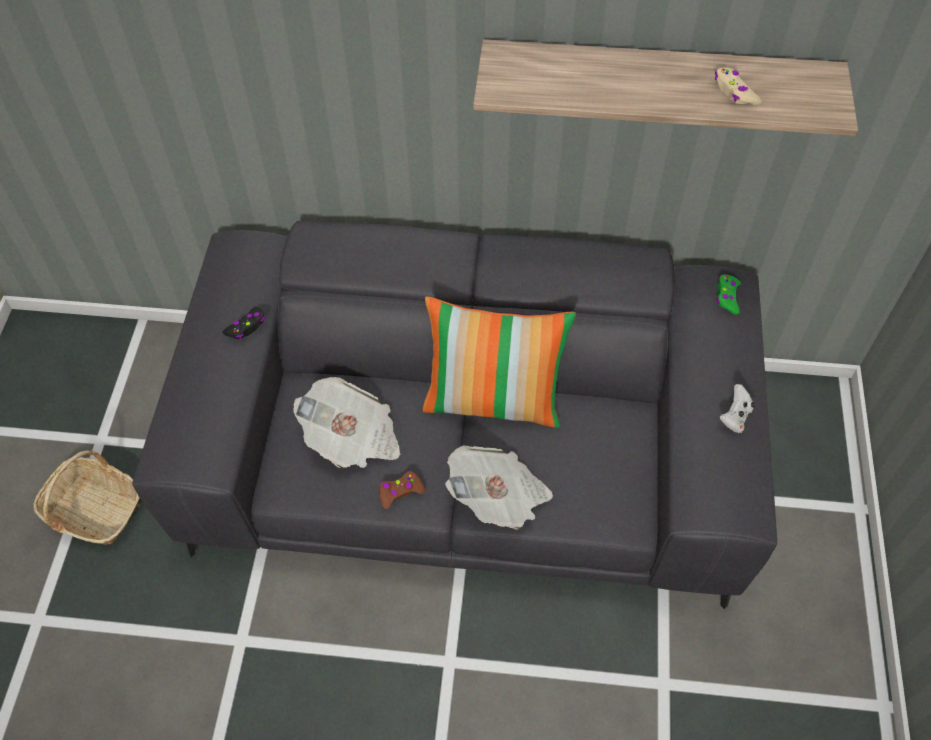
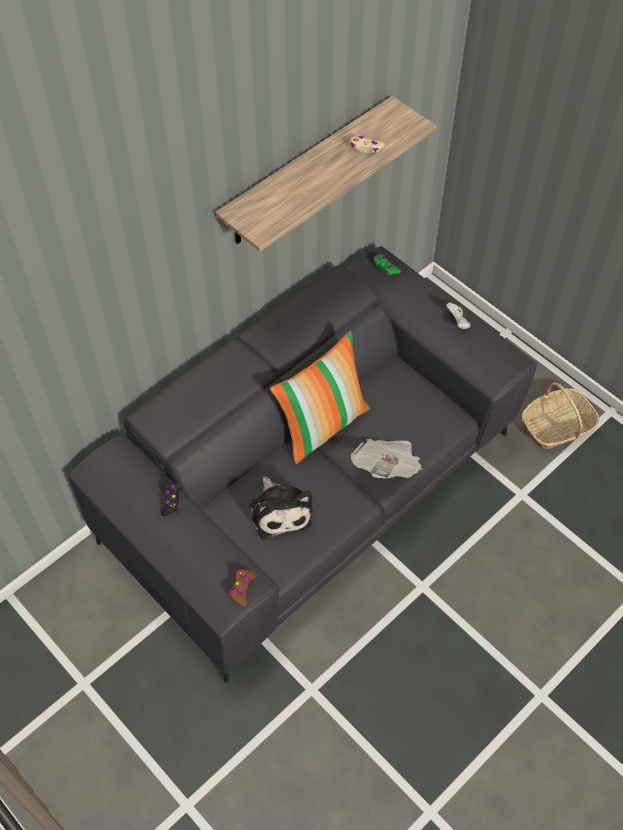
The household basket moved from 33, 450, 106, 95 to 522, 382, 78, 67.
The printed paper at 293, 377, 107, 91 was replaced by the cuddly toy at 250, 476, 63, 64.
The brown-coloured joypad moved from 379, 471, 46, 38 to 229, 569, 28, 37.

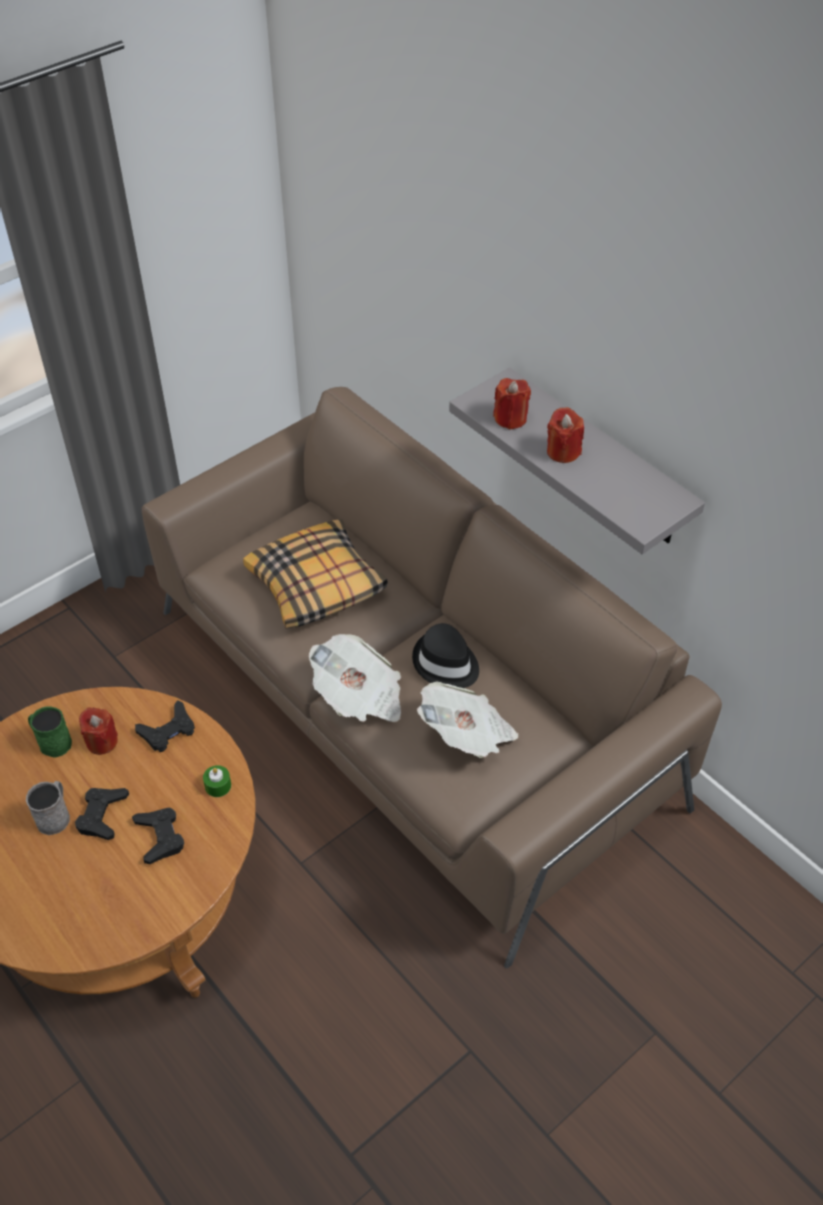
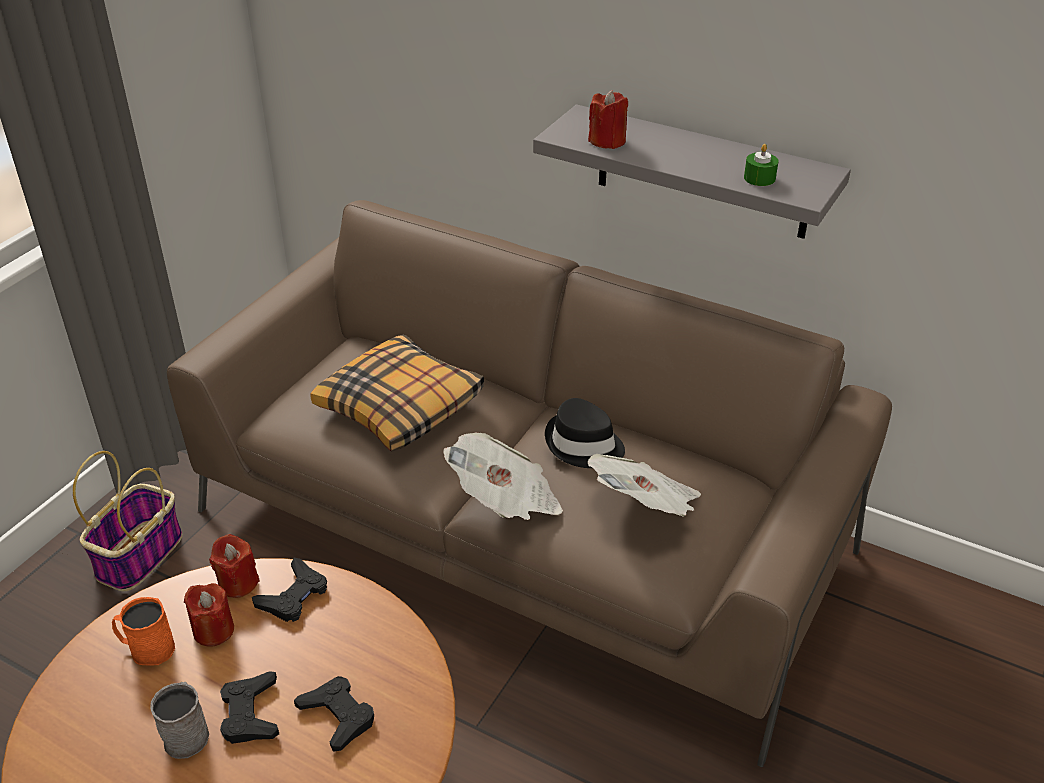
The green mug at 28, 706, 44, 52 became the orange-coloured mug at 112, 597, 63, 68.
The green wax light moved from 203, 765, 28, 32 to 744, 144, 35, 42.
The red wax light moved from 547, 407, 37, 56 to 209, 534, 51, 64.
The household basket at 73, 451, 110, 140 appeared.

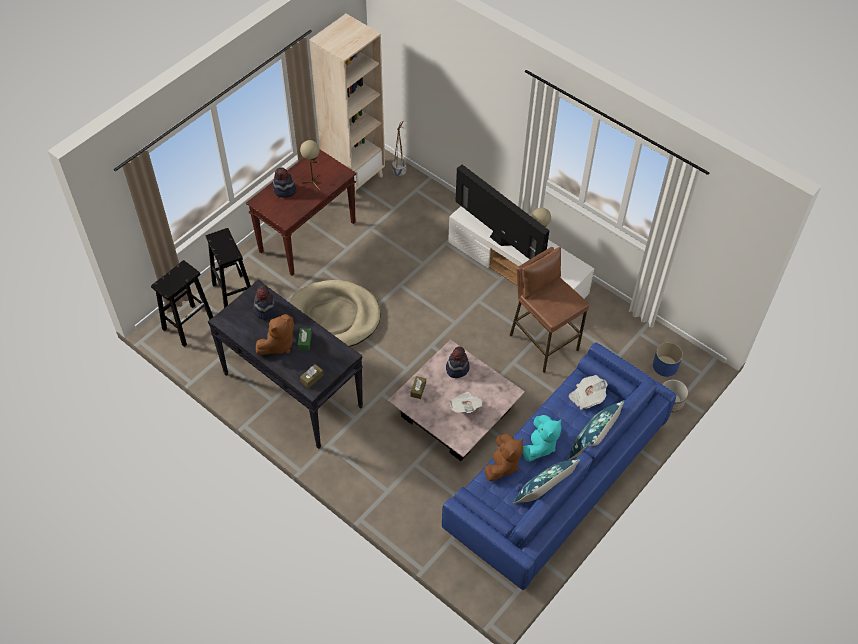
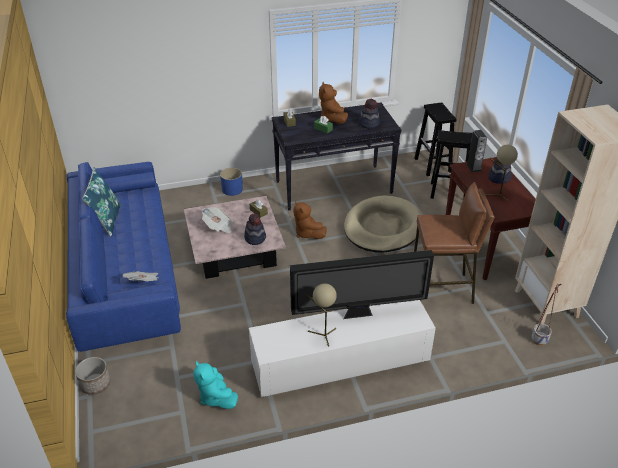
The brown-coloured cuddly toy moved from 484, 434, 39, 47 to 293, 202, 34, 37.
The brown-coloured stool seat moved from 510, 247, 80, 126 to 414, 182, 80, 122.
The blue-green cuddly toy moved from 522, 415, 40, 46 to 193, 361, 45, 48.
The blue-coloured pillow at 568, 400, 56, 60 disappeared.
The blue-coloured planter moved from 653, 342, 30, 35 to 220, 168, 23, 28.
The speaker at 466, 130, 21, 43 appeared.

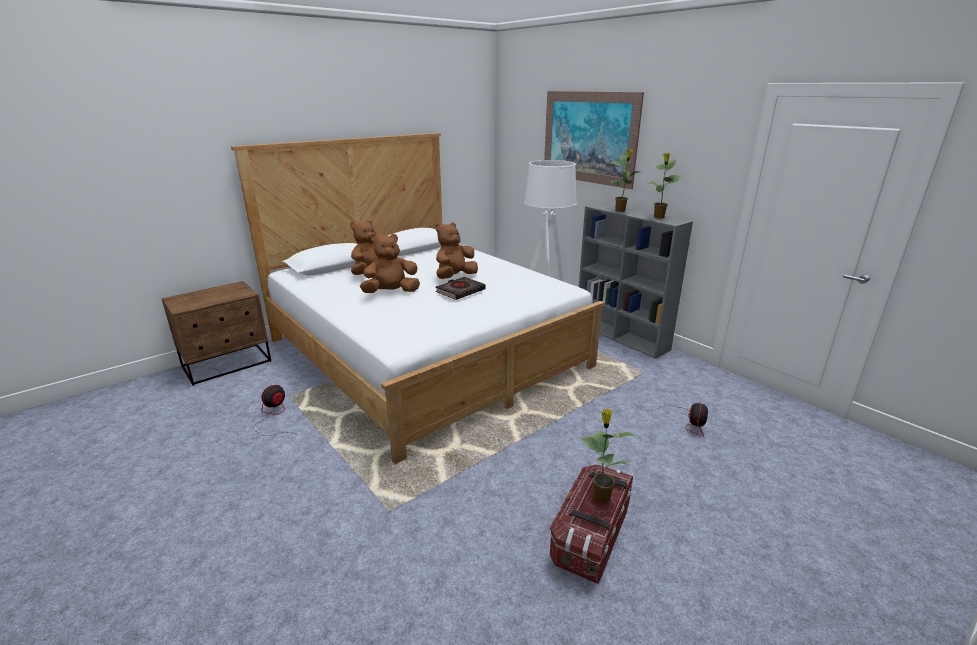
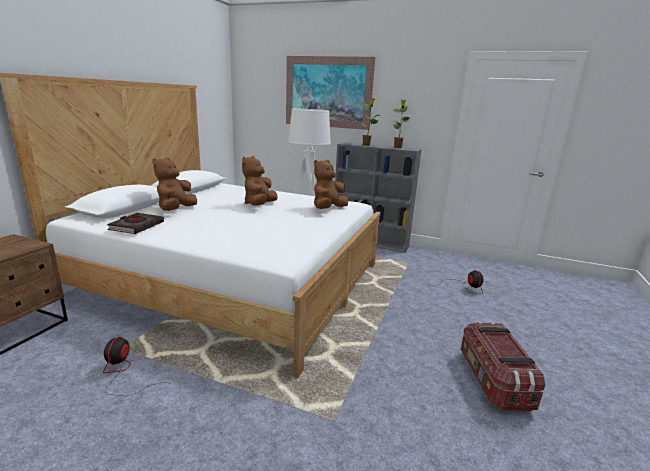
The brown-coloured cuddly toy moved from 360, 234, 60, 59 to 314, 160, 34, 49.
The black-coloured book moved from 436, 277, 49, 23 to 107, 213, 57, 21.
The plant in a pot at 579, 409, 60, 94 disappeared.

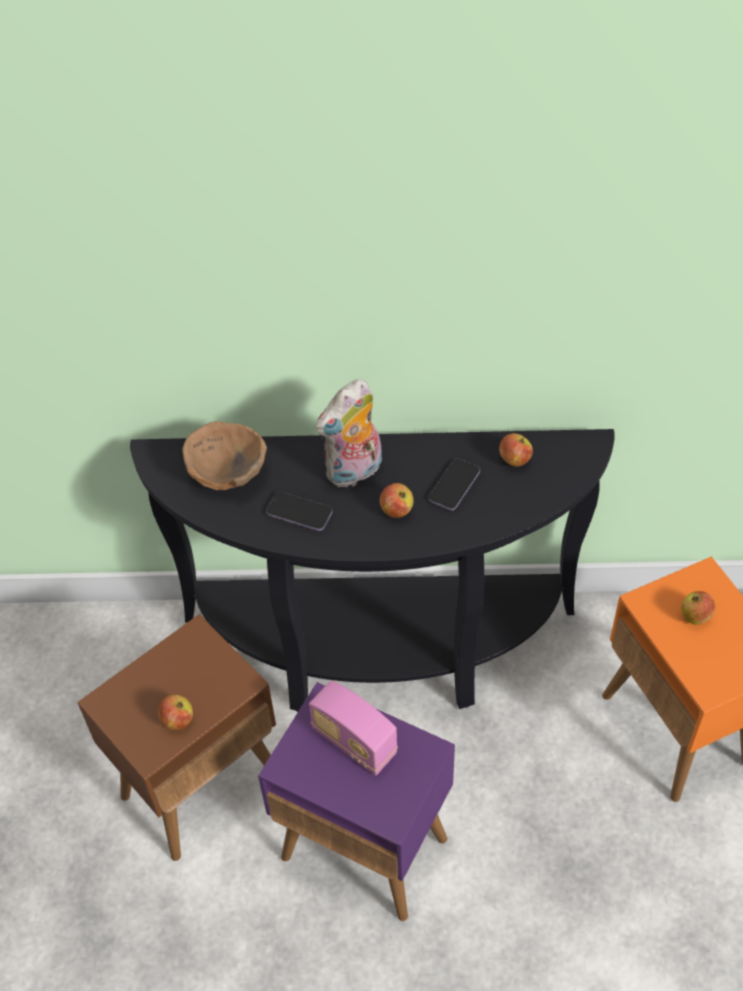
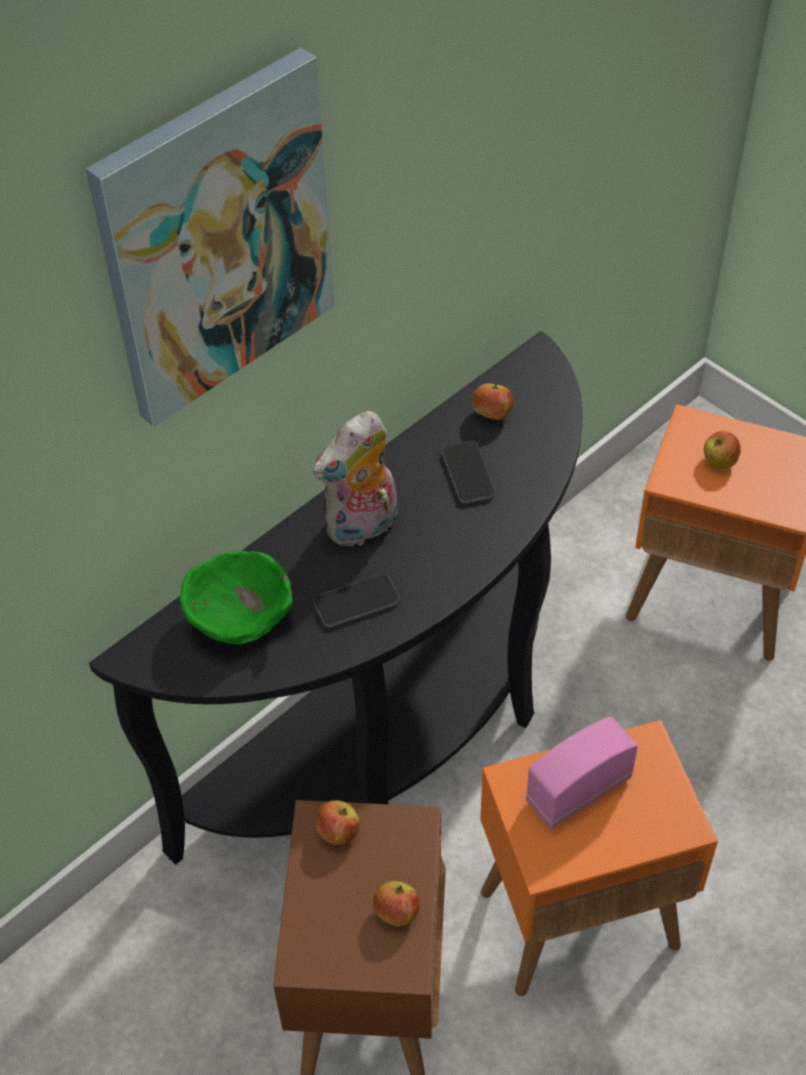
The brown-coloured bowl at 182, 421, 85, 69 became the green bowl at 179, 551, 114, 94.
The purplish accent table at 258, 682, 197, 239 became the orange-coloured accent table at 480, 720, 238, 276.
The radio receiver at 309, 681, 89, 94 turned 150 degrees clockwise.
The cuddly toy at 316, 379, 66, 108 turned 45 degrees clockwise.
The apple fruit moved from 380, 483, 34, 35 to 316, 800, 44, 45.
The wall art at 86, 47, 249, 380 appeared.

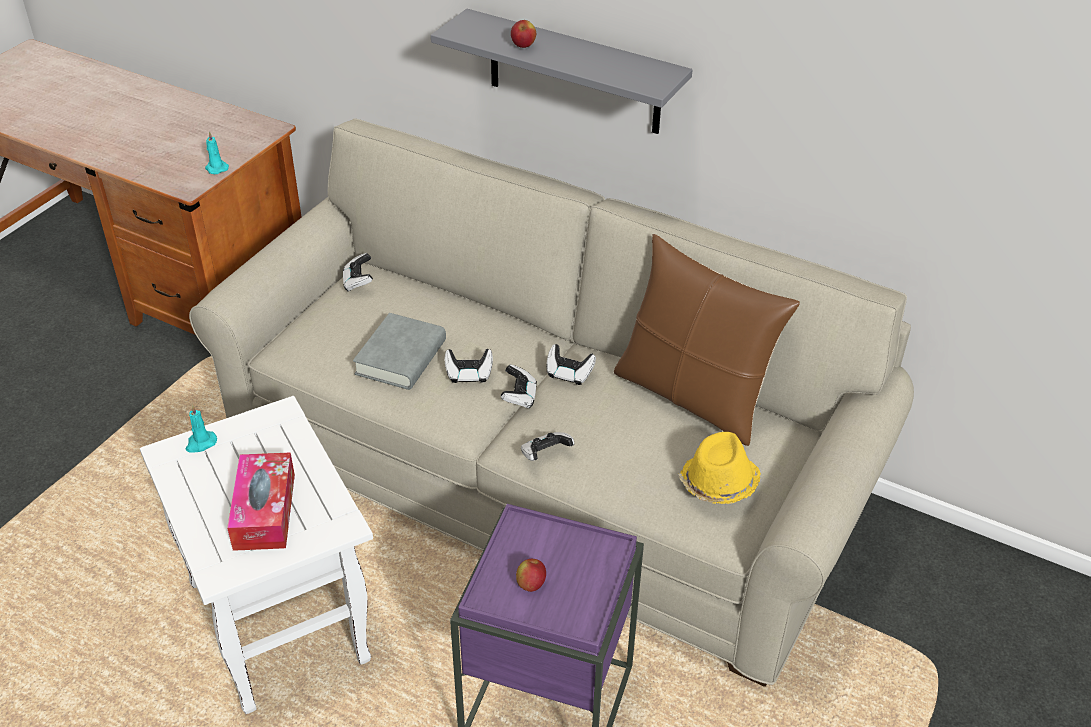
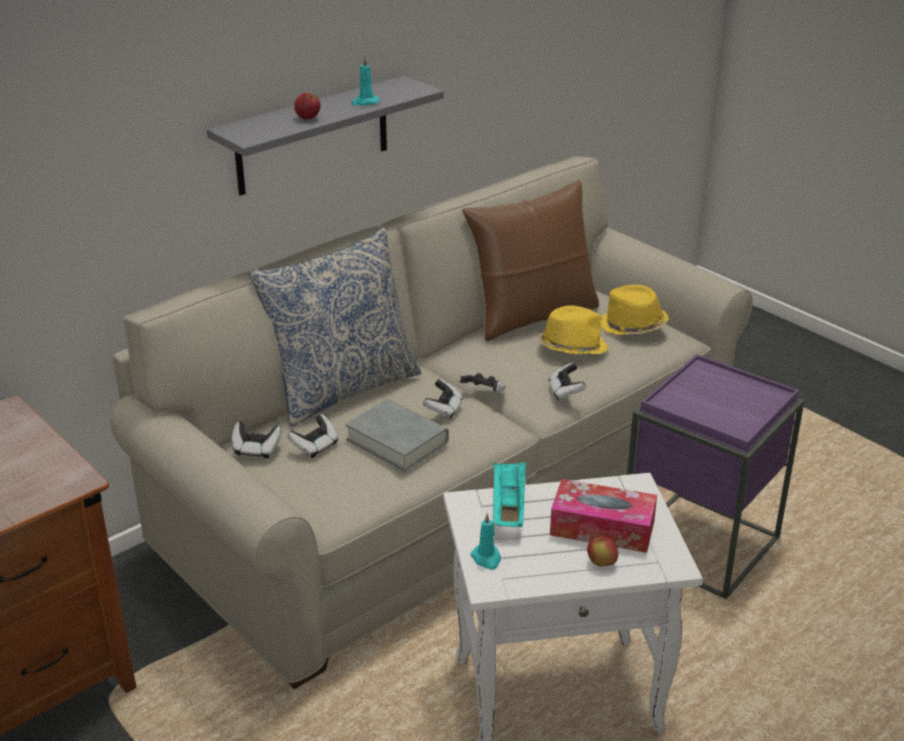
The blue-green wax light moved from 205, 131, 24, 43 to 351, 56, 29, 49.
The apple fruit moved from 516, 559, 30, 33 to 587, 536, 32, 31.
The joypad moved from 547, 344, 49, 41 to 287, 414, 51, 44.
The pillow at 249, 227, 172, 200 appeared.
The blue-green carrying tray at 493, 461, 33, 66 appeared.
The yellow wearable hat at 538, 306, 70, 48 appeared.

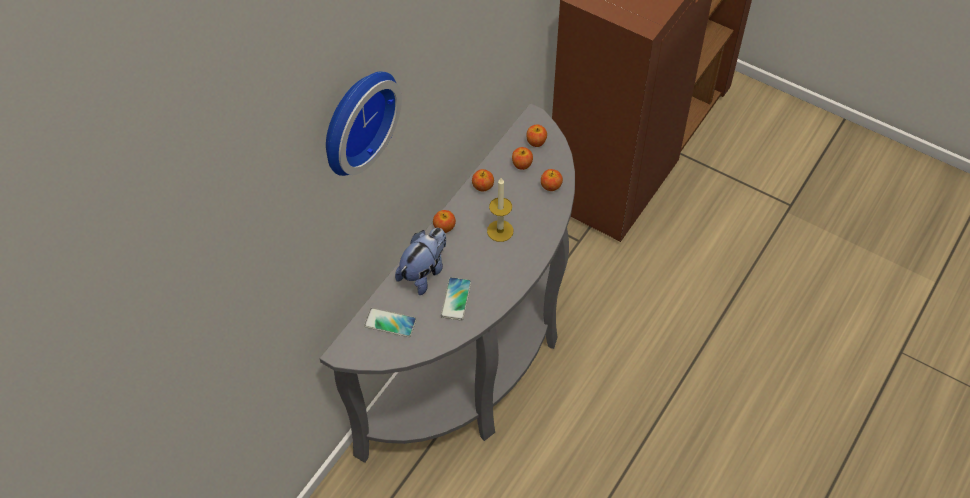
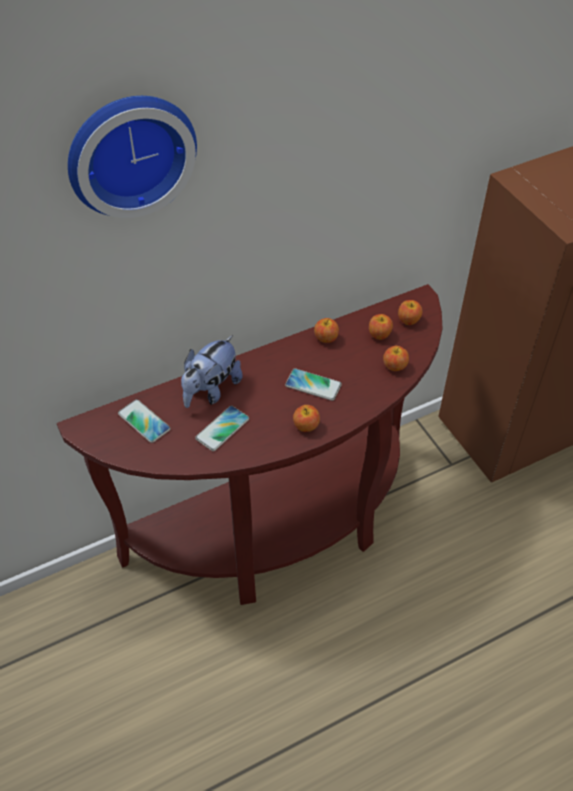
The gray hall table at 320, 103, 255, 360 became the brown-coloured hall table at 57, 284, 386, 321.
The cuddly toy at 395, 228, 51, 67 turned 150 degrees clockwise.
The apple fruit moved from 433, 210, 23, 23 to 293, 405, 27, 27.
The wax light at 487, 178, 26, 64 was replaced by the telephone at 285, 368, 57, 33.

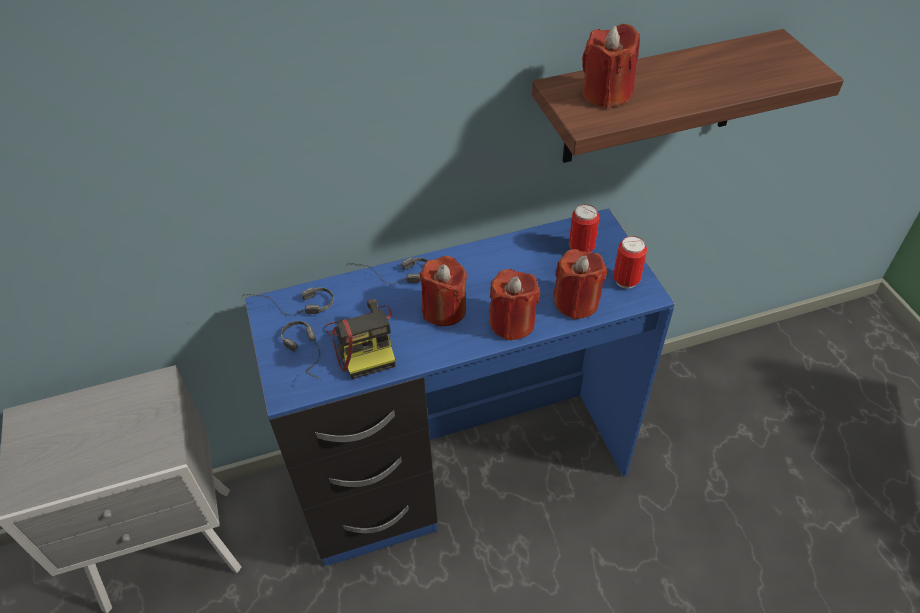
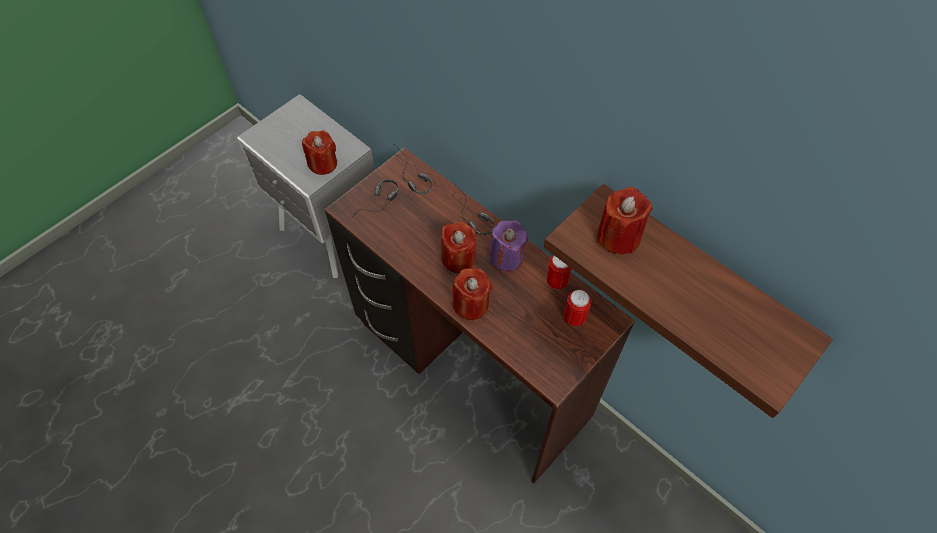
The blue-coloured desk at 245, 208, 430, 358 became the brown-coloured desk at 325, 148, 310, 335.
The photo camera at 325, 299, 70, 80 disappeared.
The red wax light moved from 553, 249, 54, 70 to 302, 130, 35, 45.
The sealed can moved from 613, 236, 34, 53 to 547, 255, 25, 34.
The purplish wax light at 489, 220, 39, 51 appeared.

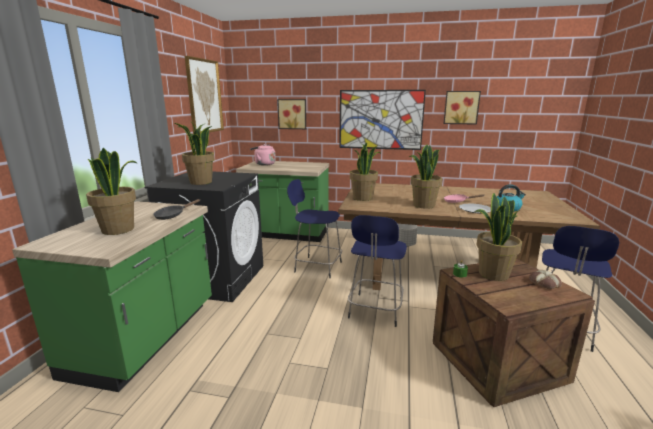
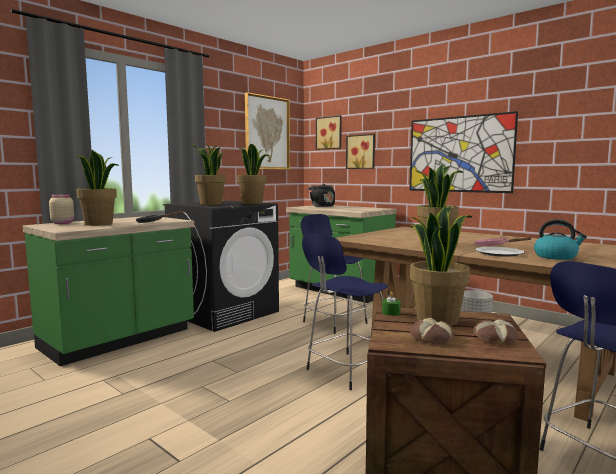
The pink kettle at 250, 144, 26, 21 became the black-coloured kettle at 308, 184, 27, 23.
The plant in a pot moved from 350, 143, 32, 58 to 237, 144, 32, 60.
The wall art moved from 443, 91, 38, 33 to 316, 115, 26, 35.
The sand-coloured storage jar at 49, 194, 25, 30 appeared.
The baked bread at 410, 318, 45, 26 appeared.

